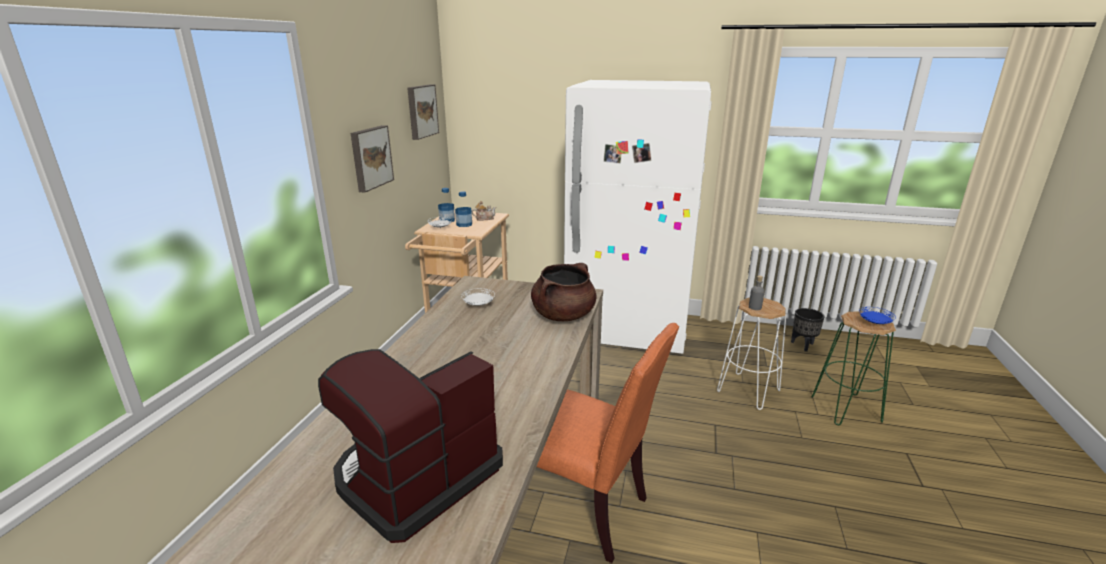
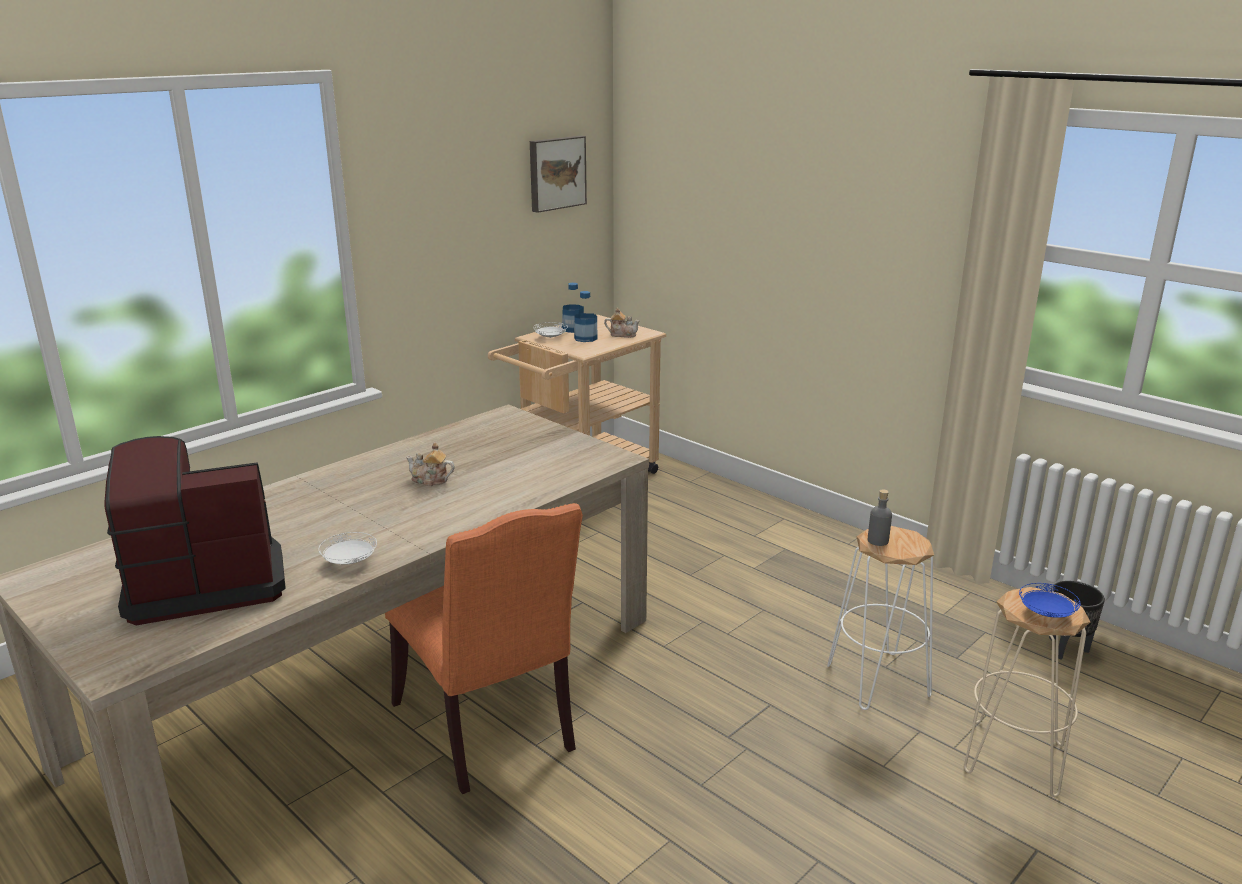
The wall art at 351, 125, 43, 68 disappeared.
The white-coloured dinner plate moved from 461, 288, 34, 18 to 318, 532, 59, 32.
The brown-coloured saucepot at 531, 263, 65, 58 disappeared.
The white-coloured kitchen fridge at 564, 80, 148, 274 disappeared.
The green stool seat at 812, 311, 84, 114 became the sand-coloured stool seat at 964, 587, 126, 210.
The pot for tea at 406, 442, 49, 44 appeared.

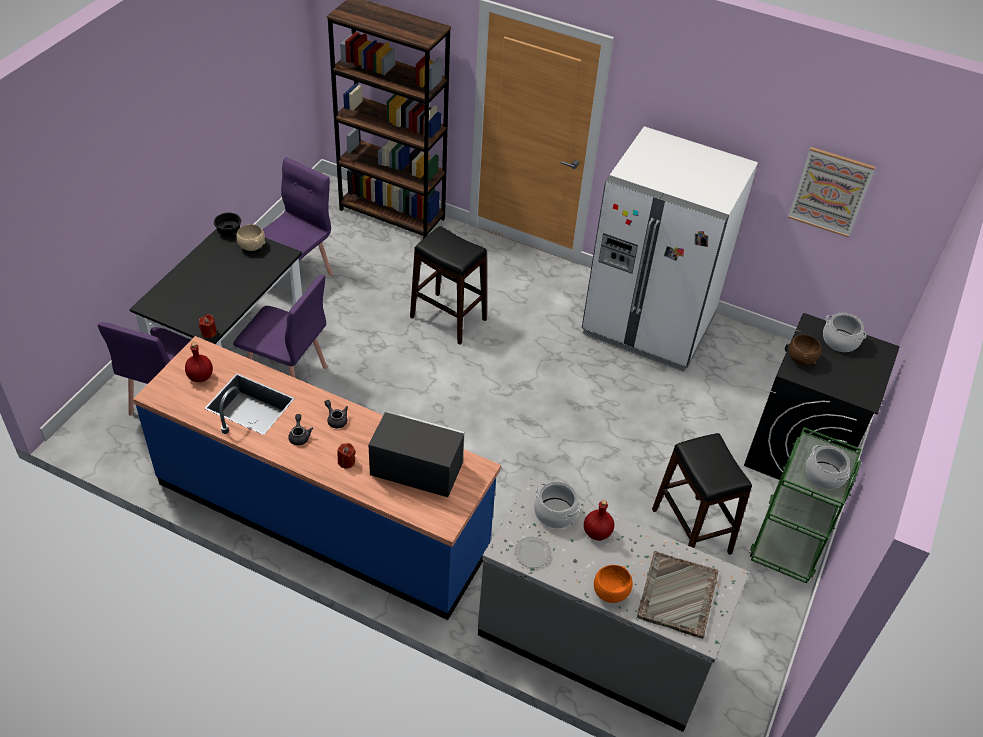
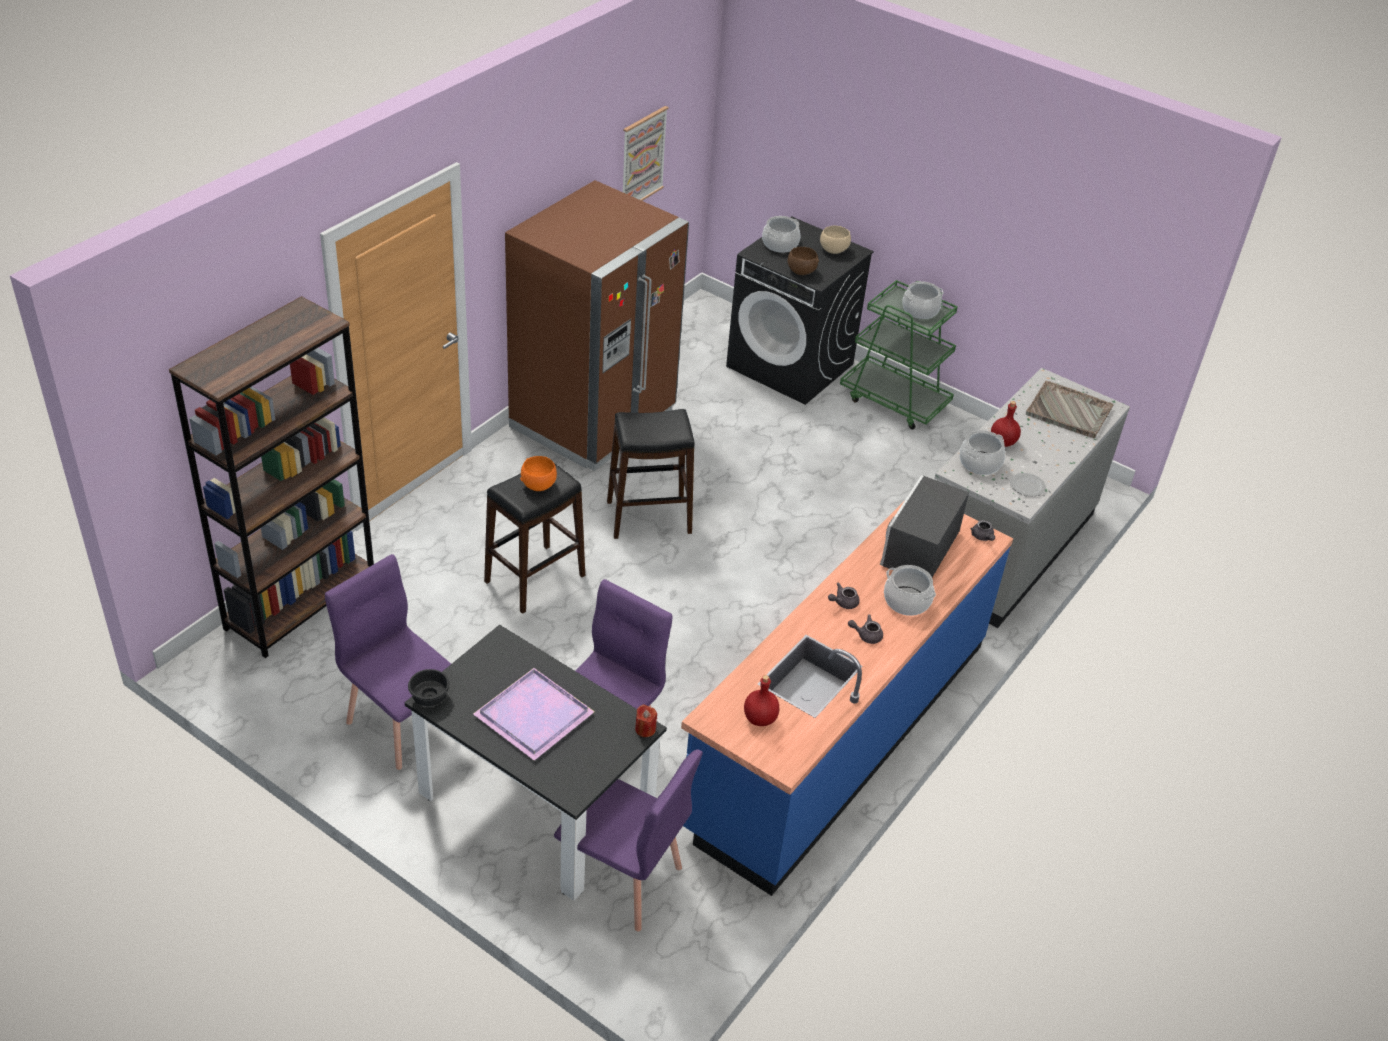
The sand-coloured bowl moved from 236, 224, 29, 27 to 820, 226, 31, 28.
The red wax light at 337, 443, 19, 26 was replaced by the saucepot at 884, 565, 52, 51.
The white-coloured kitchen fridge at 582, 126, 176, 246 became the brown-coloured kitchen fridge at 505, 180, 184, 291.
The orange-coloured bowl moved from 594, 565, 39, 38 to 520, 456, 37, 35.
The black-coloured stool seat moved from 652, 433, 100, 122 to 607, 409, 88, 130.
The purplish carrying tray at 473, 668, 122, 92 appeared.
The gray pot for tea at 970, 520, 25, 21 appeared.

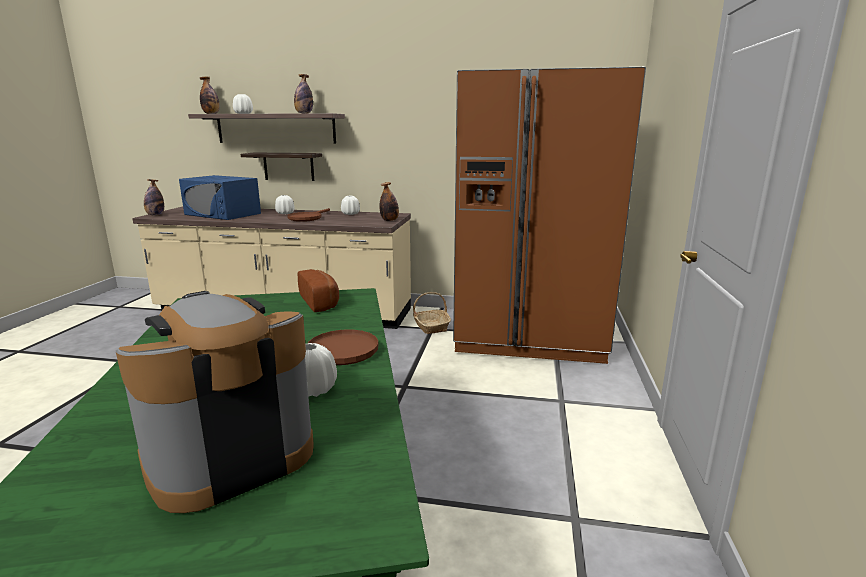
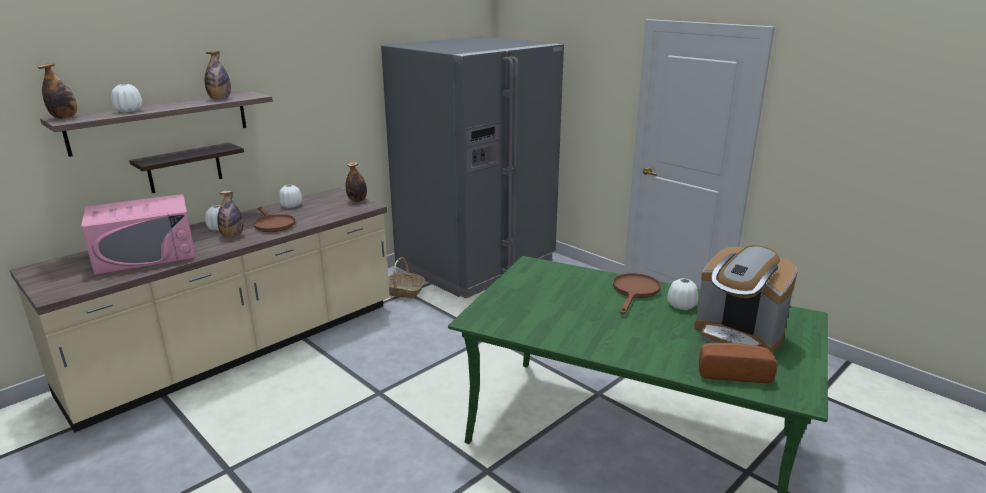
The coffee maker at 116, 291, 198, 222 turned 45 degrees counterclockwise.
The drink bottle moved from 144, 179, 20, 37 to 217, 191, 26, 47.
The blue-coloured kitchen microwave at 179, 175, 82, 45 became the pink kitchen microwave at 81, 194, 115, 81.
The baked bread moved from 298, 269, 41, 43 to 699, 343, 78, 40.
The brown-coloured kitchen fridge at 453, 67, 193, 297 became the gray kitchen fridge at 381, 36, 183, 263.

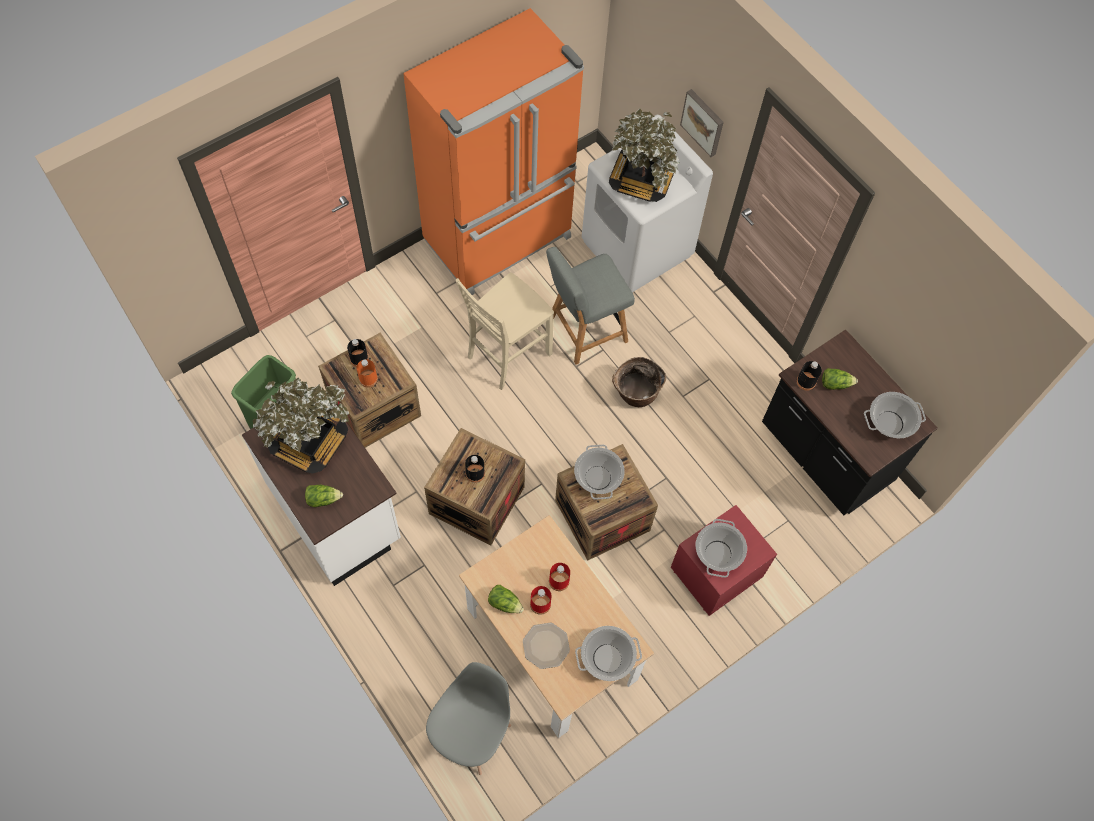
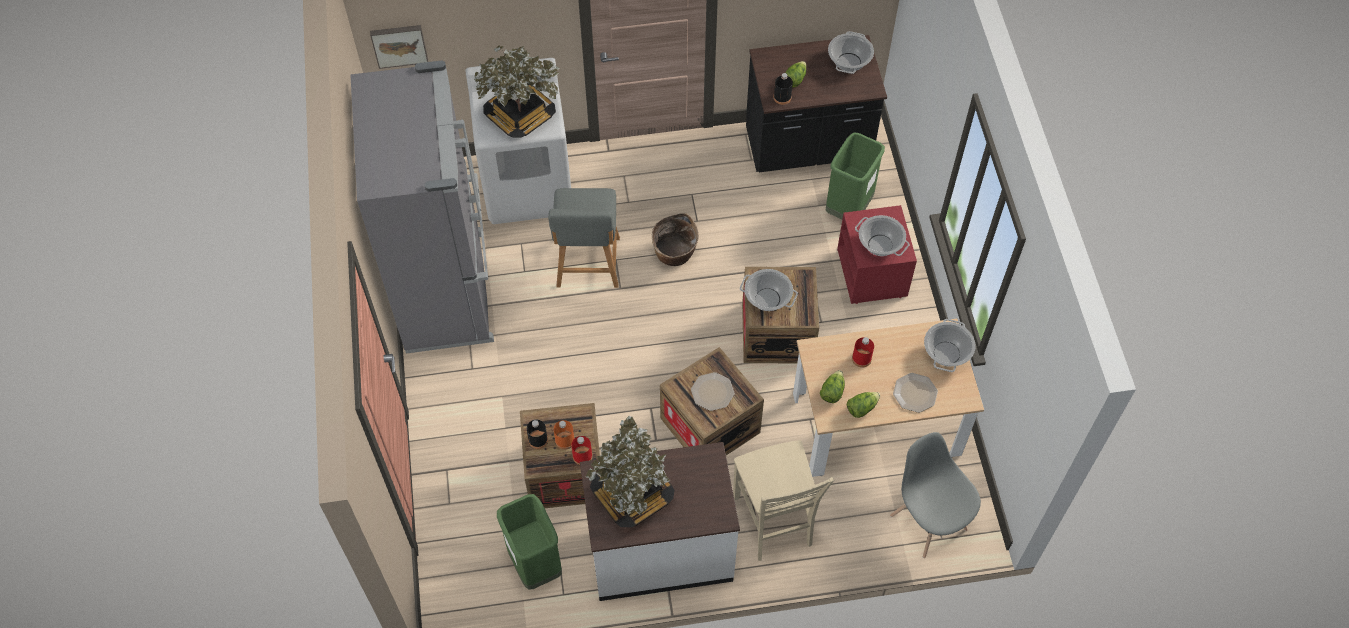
The lettuce head moved from 305, 485, 38, 22 to 820, 370, 25, 33.
The orange-coloured kitchen fridge at 403, 8, 181, 287 became the gray kitchen fridge at 350, 60, 144, 294.
The sand-coloured plain chair moved from 455, 272, 99, 118 to 733, 440, 101, 121.
The black-coloured drink bottle at 465, 455, 20, 28 was replaced by the dinner plate at 691, 372, 44, 39.
The red drink bottle moved from 530, 586, 21, 29 to 571, 436, 22, 29.
The wall art moved from 680, 89, 44, 68 to 370, 25, 58, 44.
The green rubbish bin at 826, 133, 59, 86 appeared.

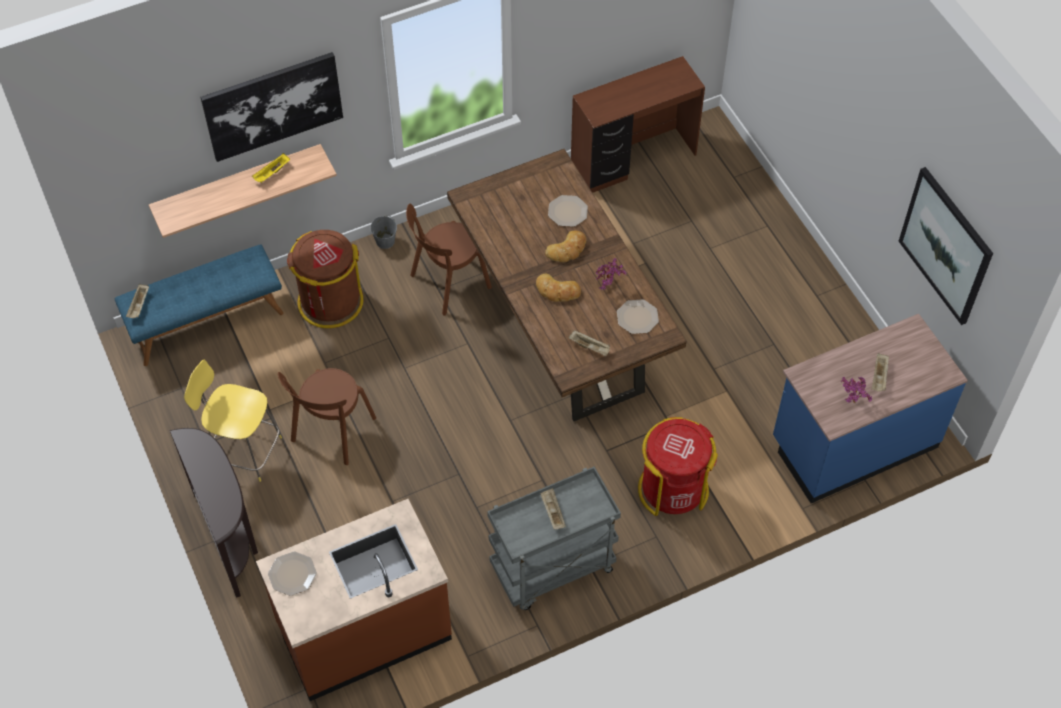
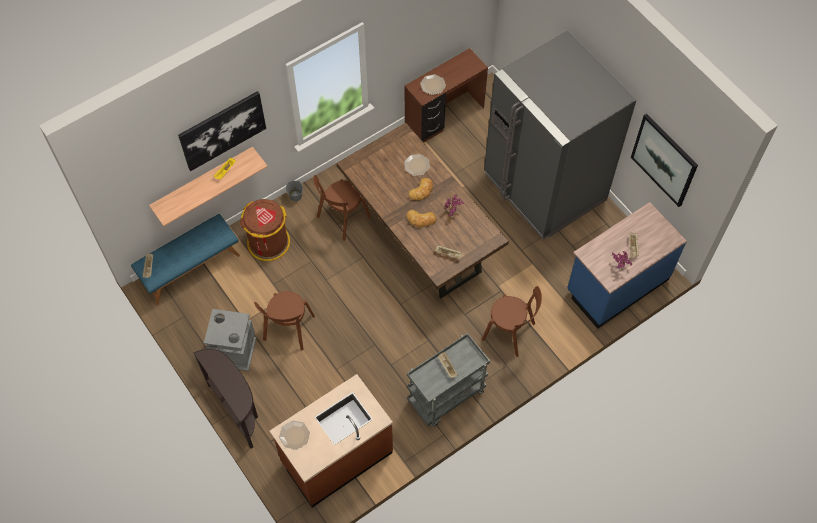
The yellow stool seat at 184, 360, 98, 122 was replaced by the gray rubbish bin at 204, 309, 52, 62.
The dinner plate moved from 617, 299, 42, 35 to 420, 74, 26, 21.
The red rubbish bin at 638, 417, 80, 99 was replaced by the brown-coloured plain chair at 482, 286, 60, 71.
The gray kitchen fridge at 484, 31, 152, 209 appeared.

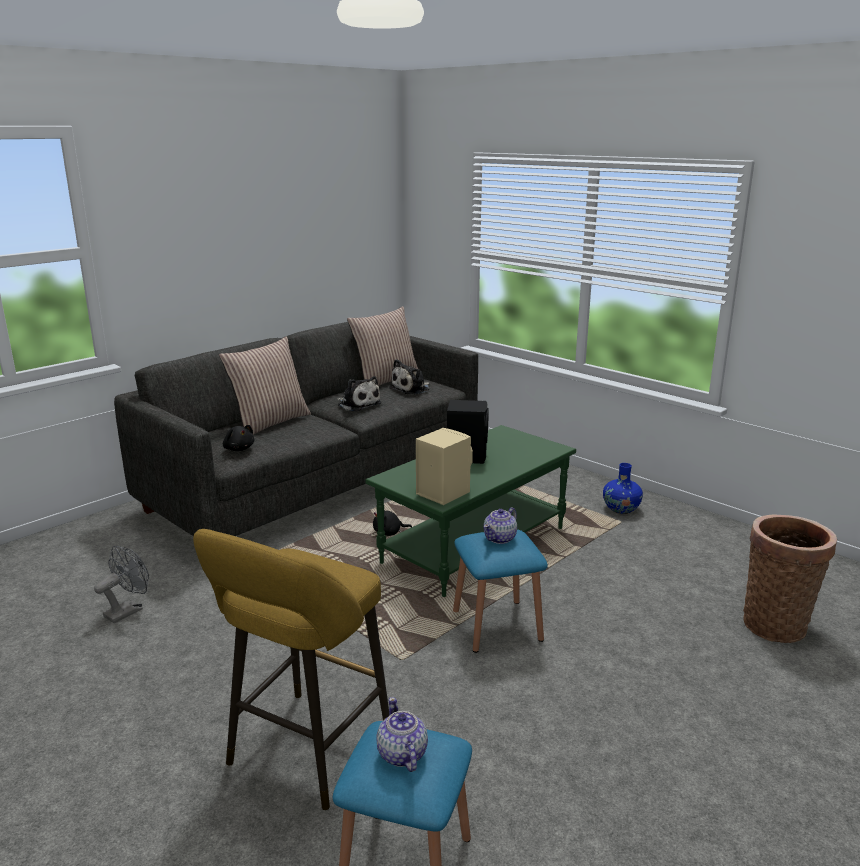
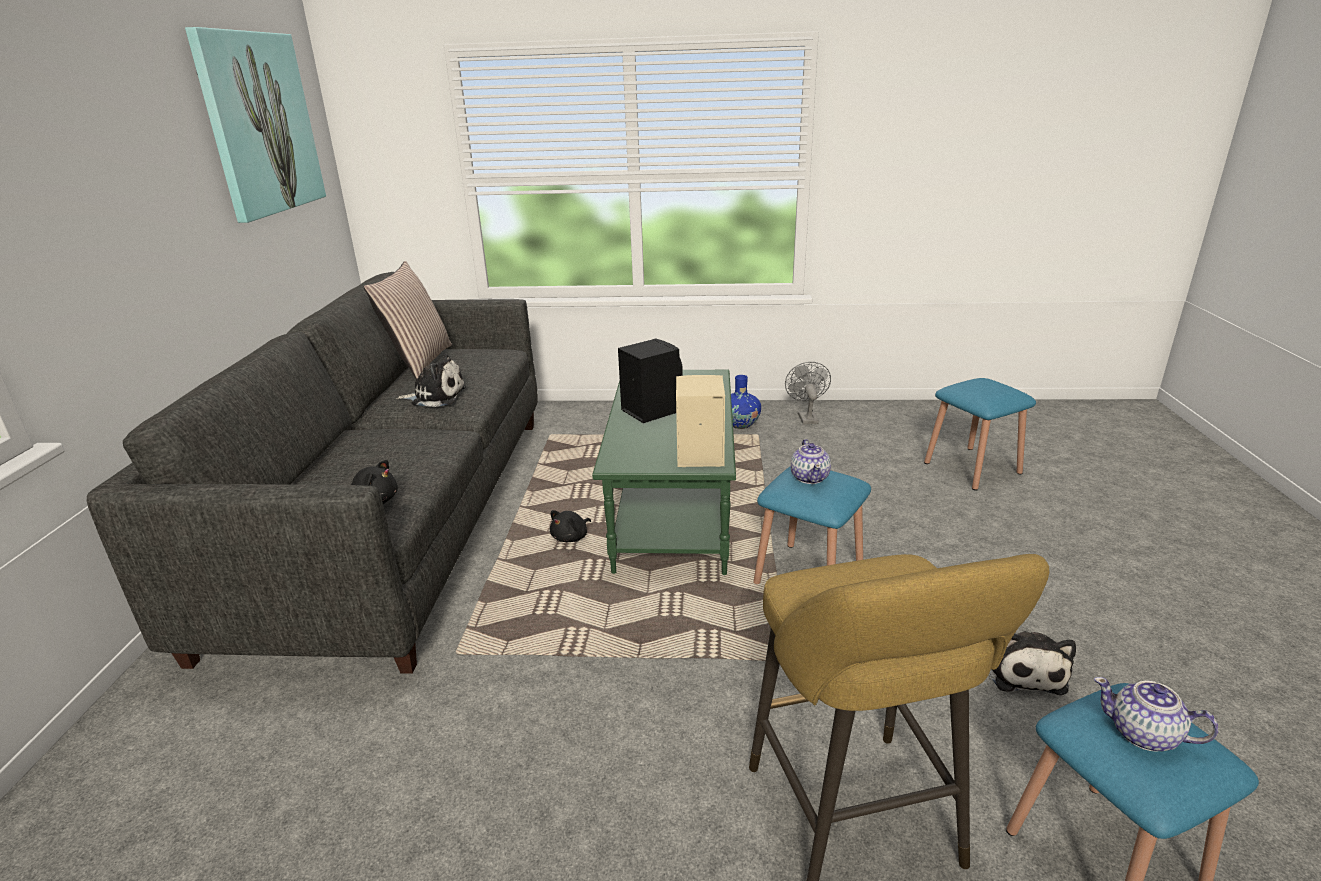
The gray electric fan moved from 94, 546, 55, 77 to 785, 362, 46, 62.
The pillow at 219, 336, 92, 99 disappeared.
The cuddly toy moved from 389, 359, 41, 36 to 989, 631, 87, 64.
The household basket at 743, 514, 94, 129 was replaced by the blue-coloured stool seat at 924, 378, 112, 113.
The wall art at 185, 27, 141, 196 appeared.

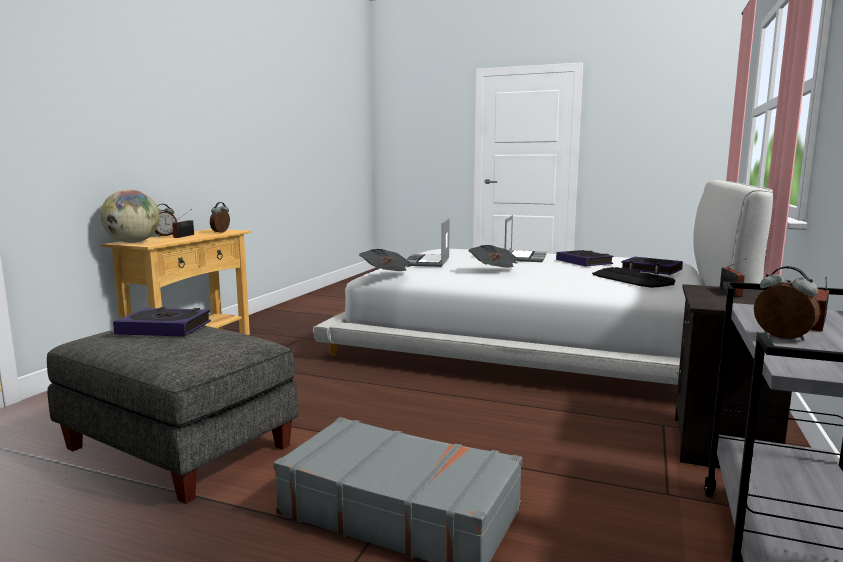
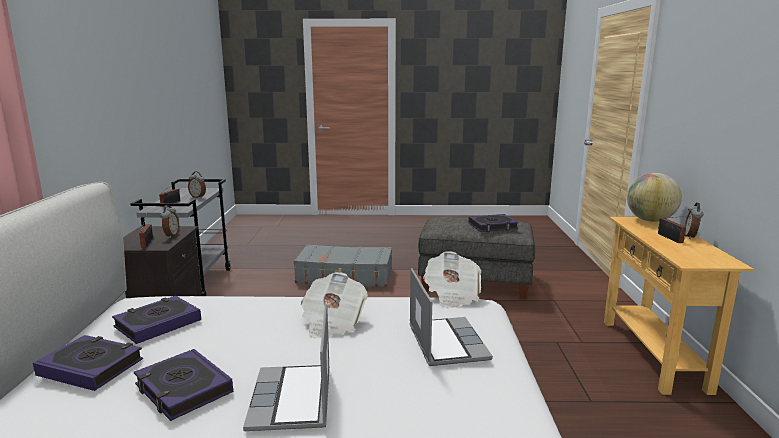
The alarm clock moved from 210, 202, 20, 31 to 160, 205, 19, 33.
The keyboard at 592, 267, 83, 21 was replaced by the book at 112, 296, 89, 48.

